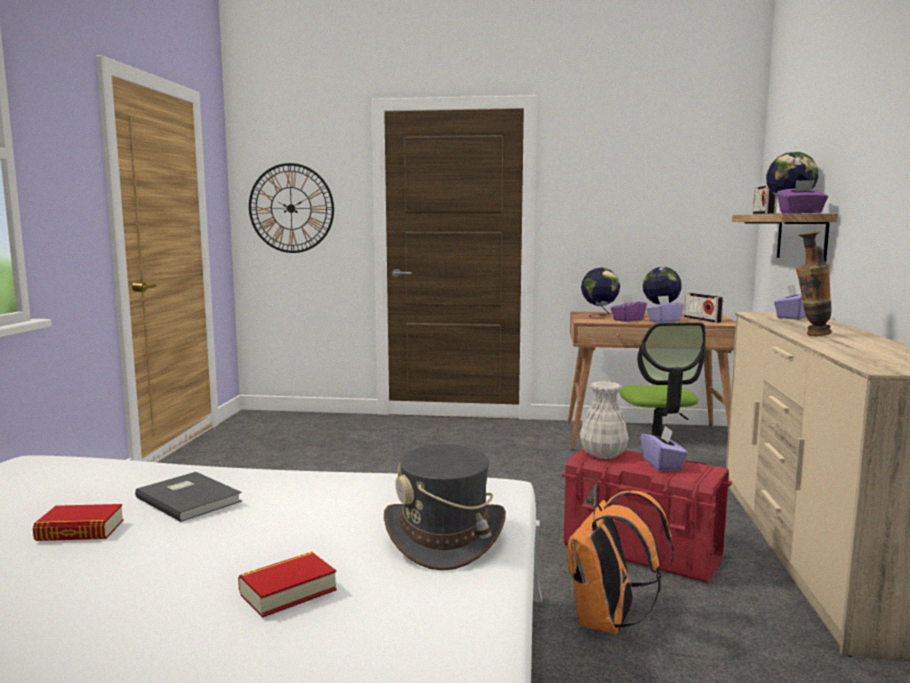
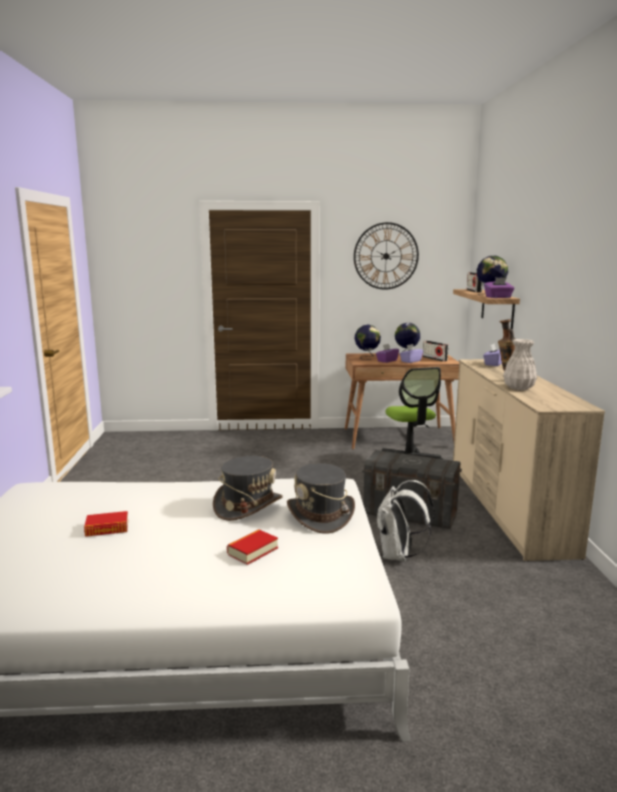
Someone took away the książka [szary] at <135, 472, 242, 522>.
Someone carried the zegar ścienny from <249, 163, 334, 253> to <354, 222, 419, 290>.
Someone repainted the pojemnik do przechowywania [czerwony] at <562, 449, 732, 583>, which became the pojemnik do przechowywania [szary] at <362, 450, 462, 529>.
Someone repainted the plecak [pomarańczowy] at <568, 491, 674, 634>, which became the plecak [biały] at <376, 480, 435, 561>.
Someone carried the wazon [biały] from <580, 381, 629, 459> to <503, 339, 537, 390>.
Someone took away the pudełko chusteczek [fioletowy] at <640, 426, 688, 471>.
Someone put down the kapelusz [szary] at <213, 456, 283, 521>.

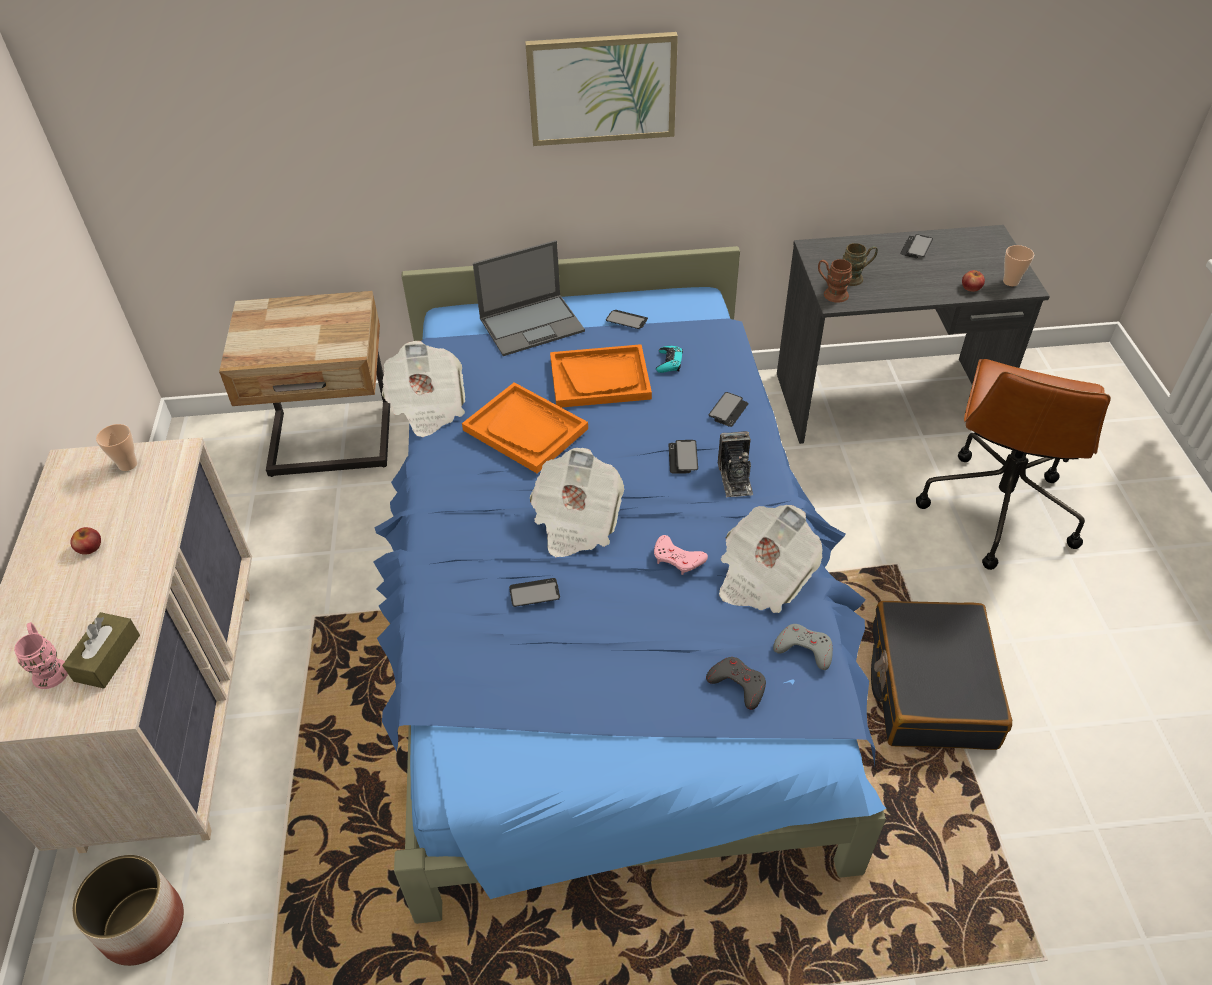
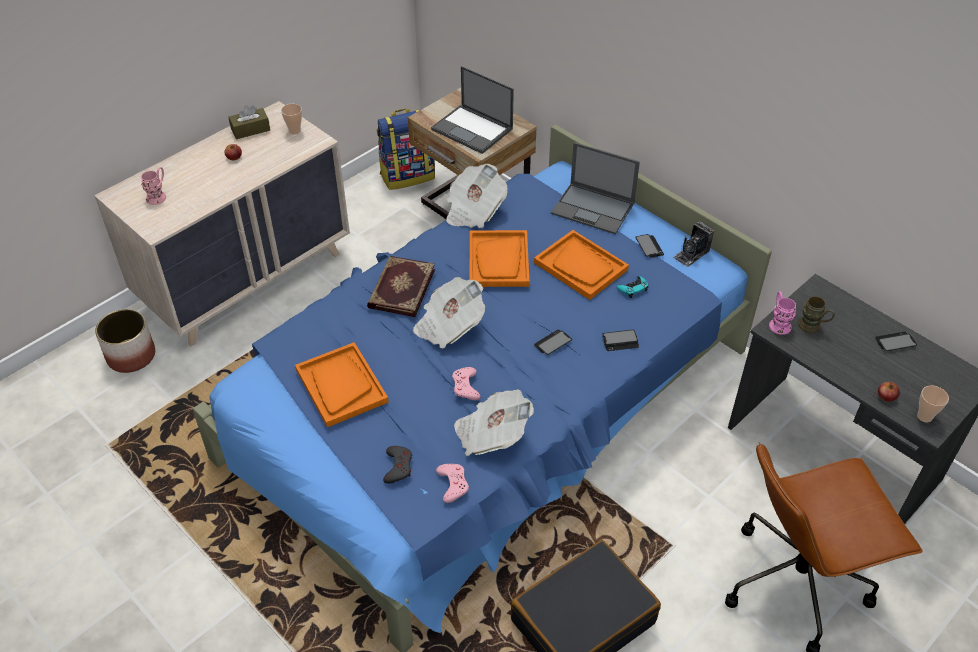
Someone carried the pudełko chusteczek [brązowy] from <62, 612, 140, 689> to <229, 105, 270, 139>.
Someone took away the telefon at <509, 578, 560, 607>.
Someone took away the obraz at <525, 32, 678, 146>.
Someone carried the aparat fotograficzny from <718, 431, 753, 497> to <673, 221, 714, 267>.
Someone repainted the pad do gier [szary] at <773, 624, 833, 670>, which became the pad do gier [różowy] at <436, 464, 469, 503>.
Someone repainted the kubek [brązowy] at <818, 259, 852, 303>, which became the kubek [różowy] at <769, 291, 796, 335>.
Someone put down the taca [pomarańczowy] at <295, 342, 389, 427>.
Someone put down the książka at <367, 256, 435, 317>.
Someone put down the plecak at <377, 109, 435, 190>.
Someone put down the laptop at <431, 66, 514, 154>.

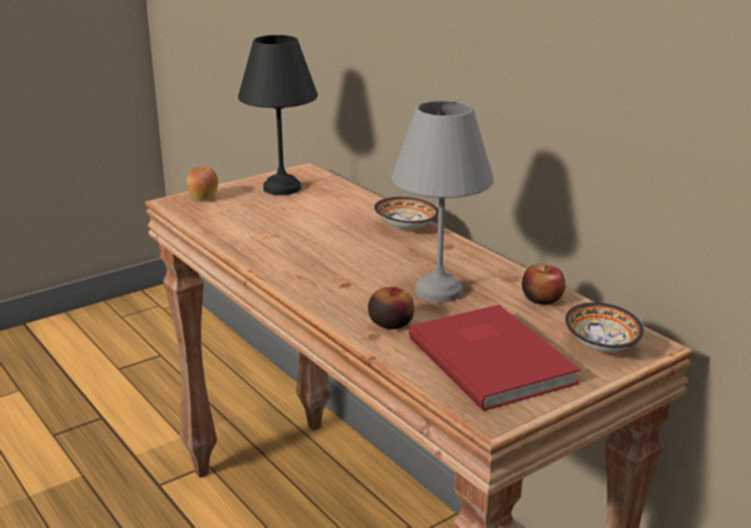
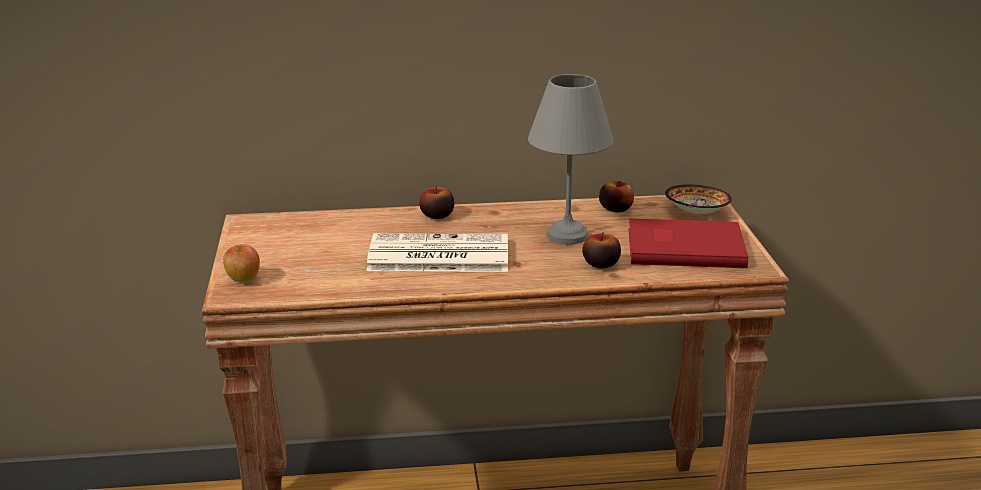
Someone took away the lampa stołowa [czarny] at <238, 35, 318, 195>.
Someone swapped the miska at <374, 197, 438, 229> for the jabłko at <420, 186, 454, 219>.
Someone put down the gazeta at <367, 233, 508, 272>.

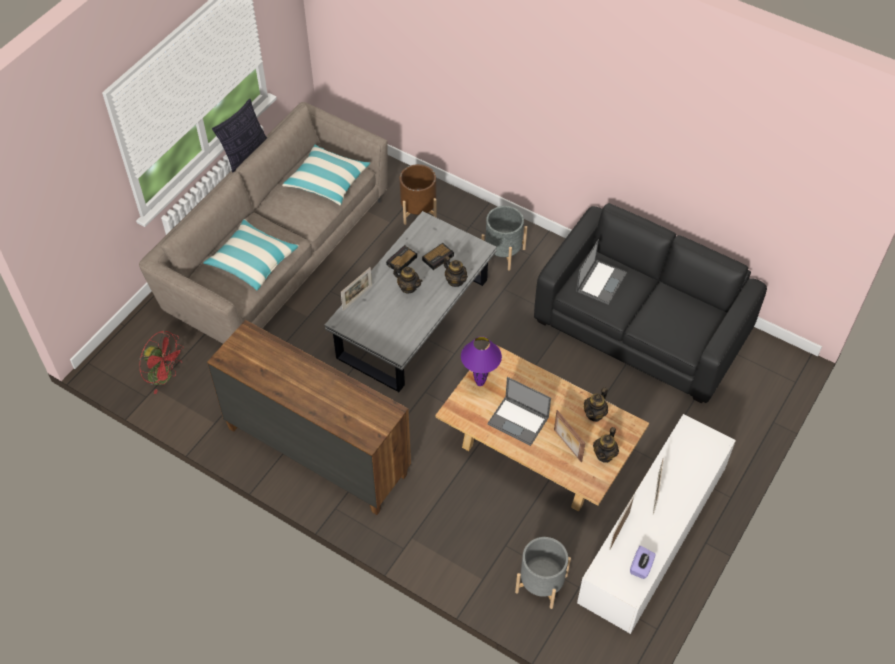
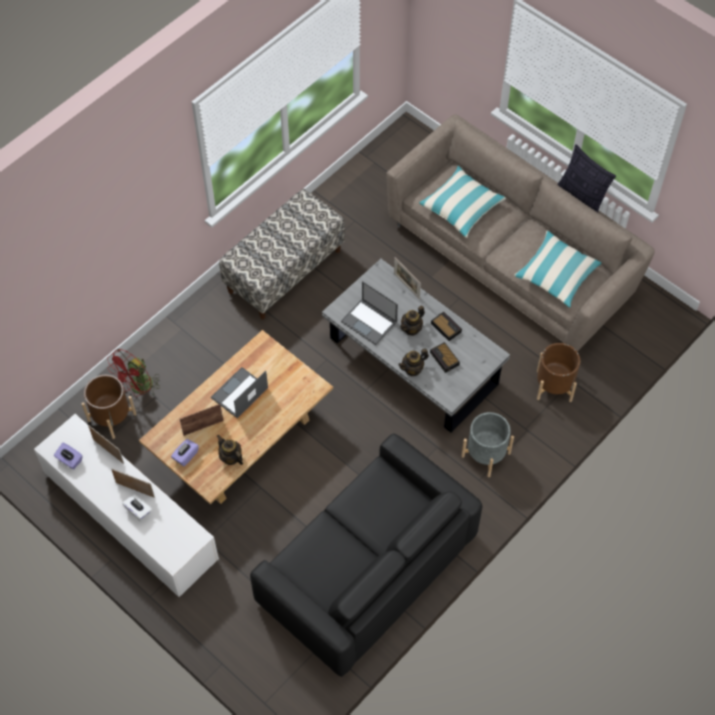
Someone carried the wentylator [czerwony] from <139, 330, 184, 394> to <107, 349, 160, 397>.
Someone swapped the komoda [brązowy] at <207, 320, 411, 515> for the ławka at <219, 189, 345, 320>.
Someone took away the lampa stołowa [fioletowy] at <461, 336, 502, 386>.
Someone repainted the donica [szary] at <515, 537, 571, 609>, which became the donica [brązowy] at <82, 375, 136, 439>.
Someone carried the laptop from <576, 239, 627, 305> to <341, 281, 398, 345>.
Someone swapped the imbryk at <593, 427, 619, 463> for the pudełko chusteczek [fioletowy] at <171, 439, 199, 466>.
Someone put down the pudełko chusteczek [biały] at <122, 494, 152, 522>.

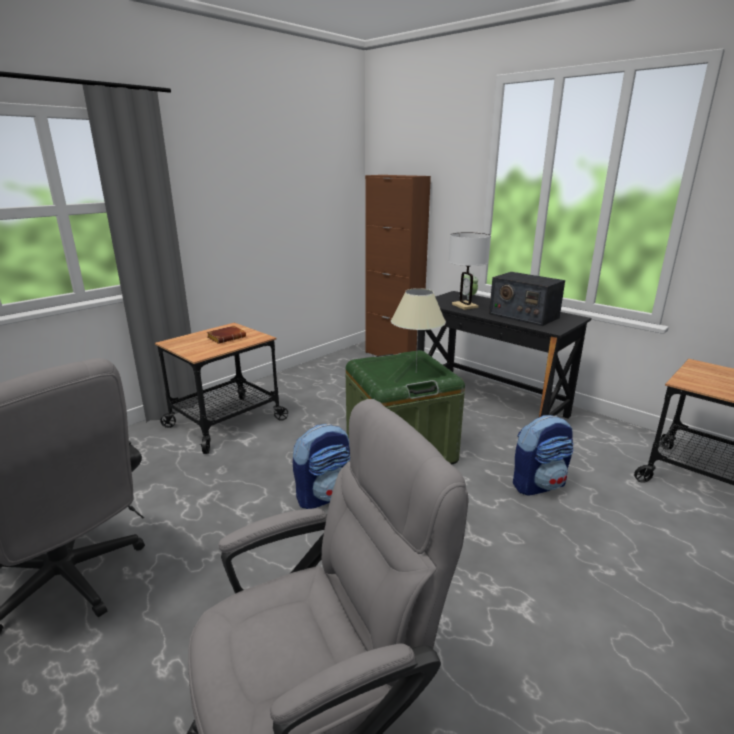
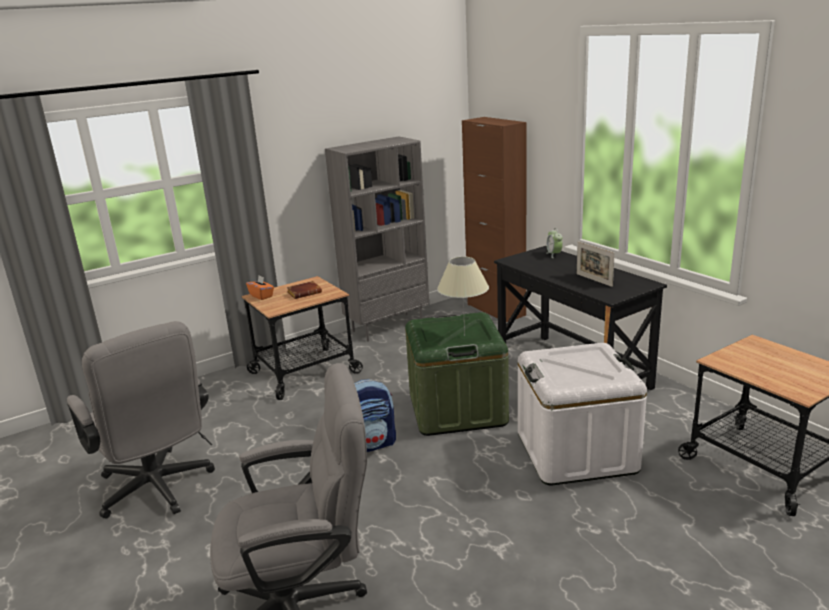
Someone took away the lampa stołowa [biały] at <449, 232, 491, 310>.
Someone swapped the radio at <489, 272, 565, 326> for the ramka na zdjęcie at <577, 242, 615, 287>.
Someone swapped the plecak at <513, 415, 574, 496> for the pojemnik do przechowywania [biały] at <518, 343, 647, 486>.
Someone put down the pudełko chusteczek [pomarańczowy] at <246, 276, 274, 300>.
Someone put down the regał [szary] at <325, 136, 429, 342>.

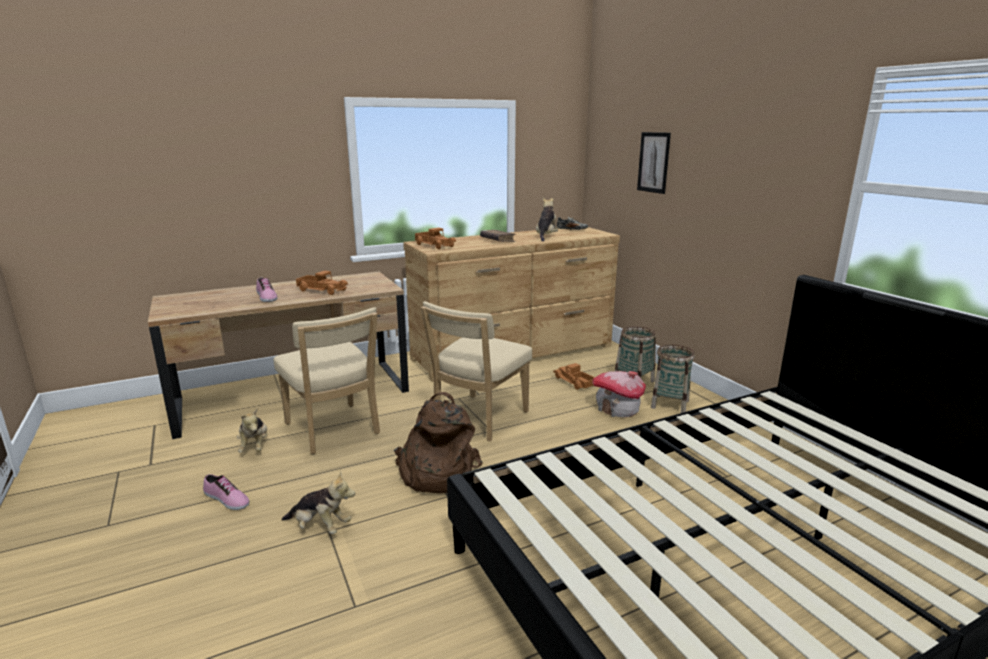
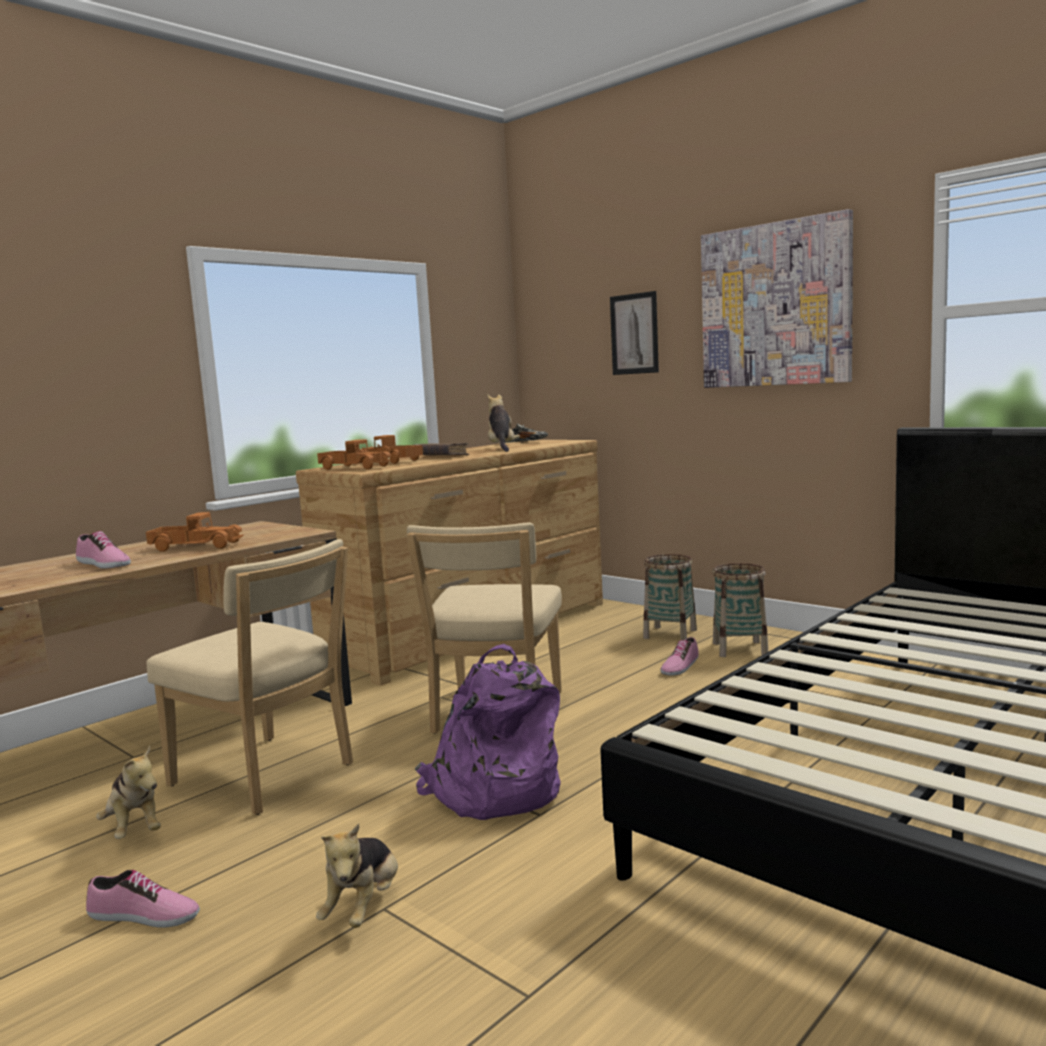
Someone rotated the pluszak at <282, 471, 355, 534> by 105 degrees clockwise.
Someone repainted the plecak [brązowy] at <394, 392, 483, 493>, which became the plecak [fioletowy] at <415, 644, 561, 820>.
Someone carried the ciężarówka zabawkowa from <553, 363, 595, 390> to <360, 435, 423, 464>.
Someone swapped the domek at <592, 371, 646, 417> for the but at <661, 637, 699, 676>.
Someone put up the obraz at <701, 209, 853, 388>.

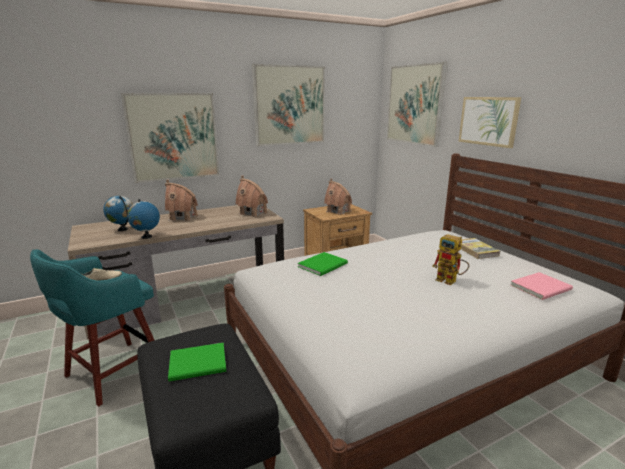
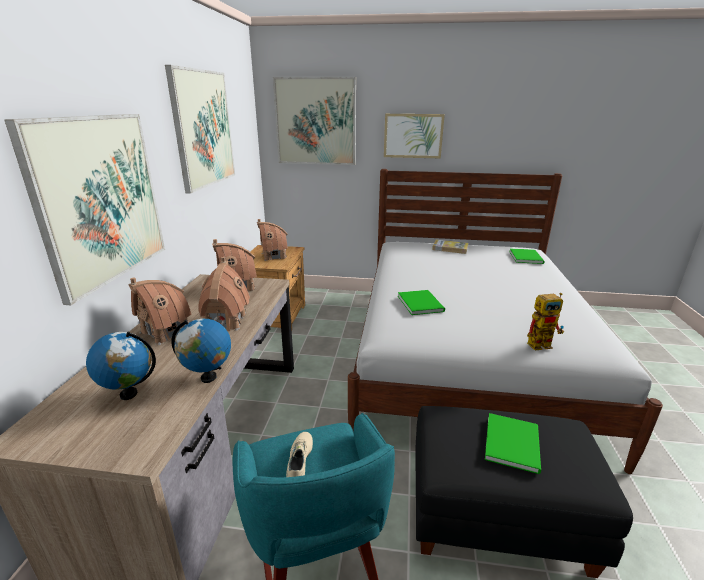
Someone carried the robot zabawkowy from <432, 234, 469, 285> to <527, 293, 564, 350>.
Someone repainted the książka [różowy] at <511, 272, 573, 300>, which became the książka [zielony] at <509, 249, 545, 264>.
Someone put down the domek at <198, 257, 250, 331>.

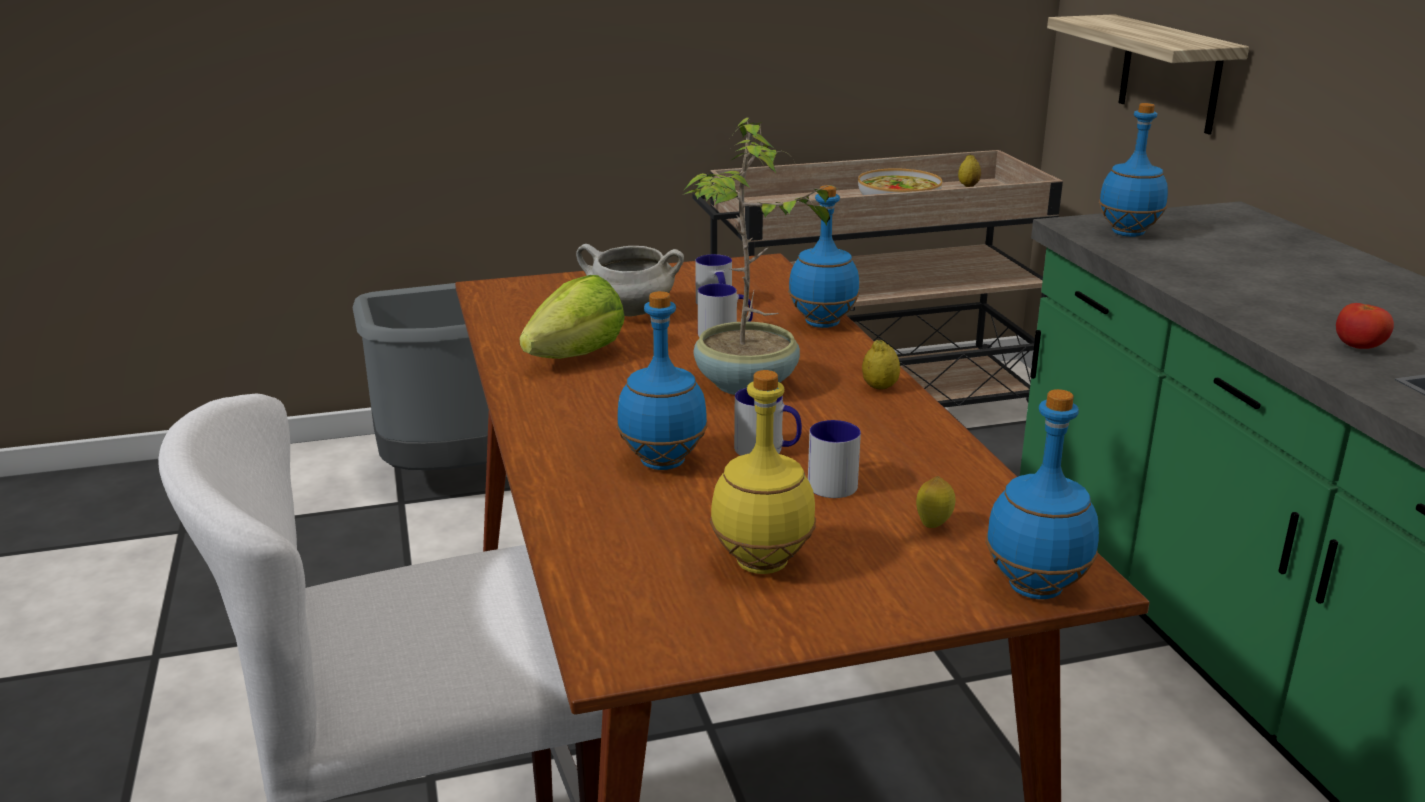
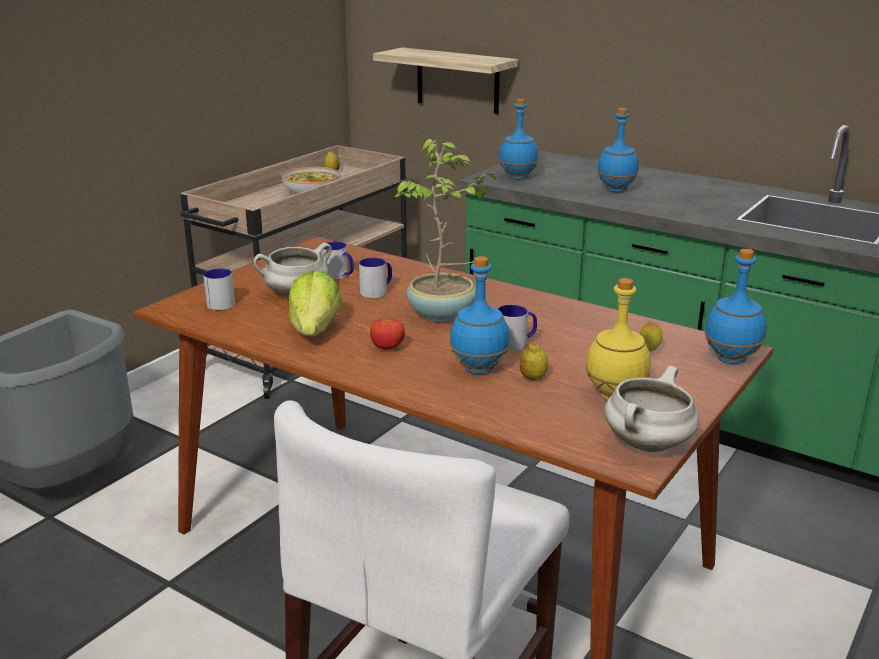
Someone carried the butelka [niebieski] from <788, 185, 859, 328> to <597, 108, 639, 192>.
Someone carried the kubek from <808, 420, 861, 498> to <203, 268, 235, 310>.
Someone carried the cytryna from <862, 340, 900, 390> to <520, 343, 548, 380>.
Someone carried the pomidor from <1336, 303, 1394, 349> to <370, 319, 405, 349>.
Someone put down the garnek [biały] at <605, 366, 699, 452>.

